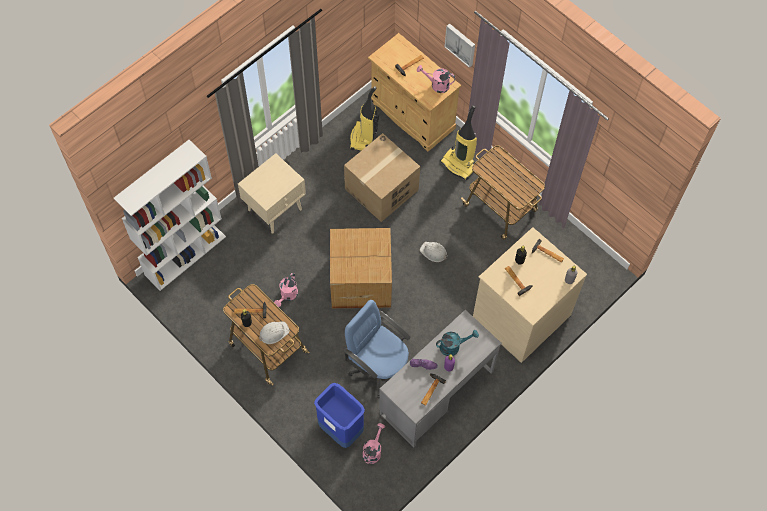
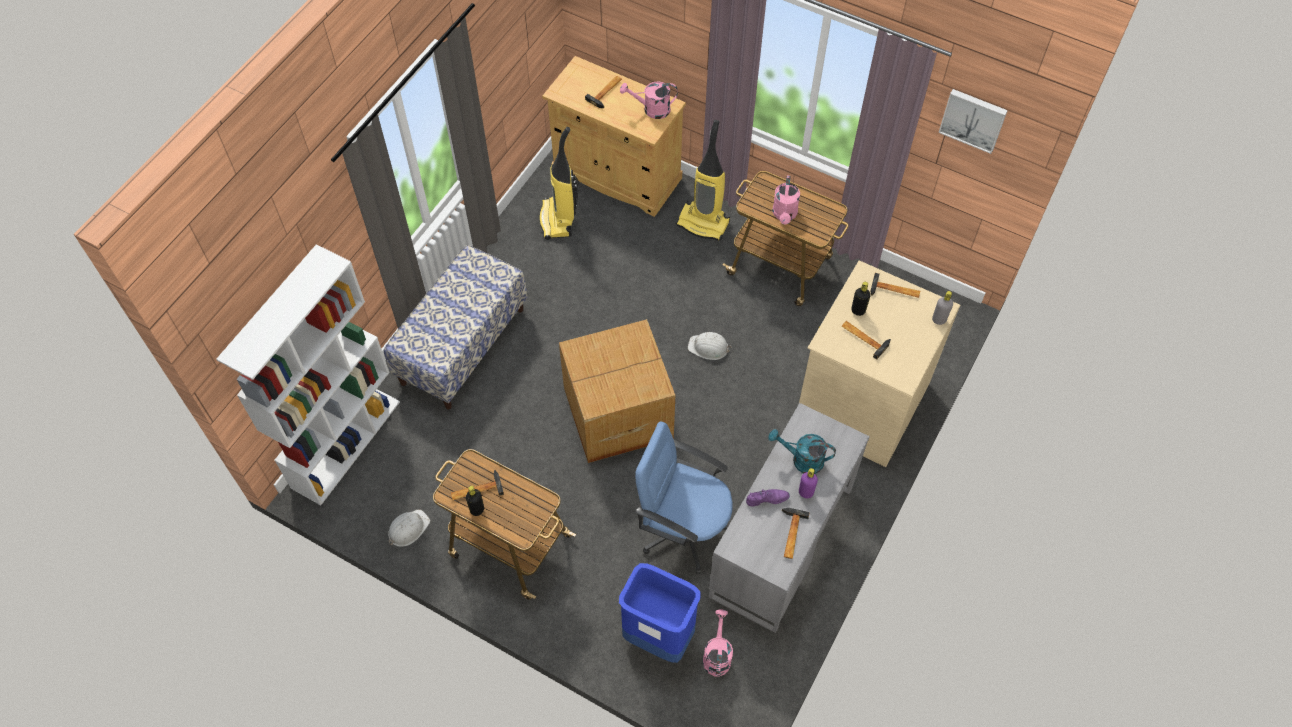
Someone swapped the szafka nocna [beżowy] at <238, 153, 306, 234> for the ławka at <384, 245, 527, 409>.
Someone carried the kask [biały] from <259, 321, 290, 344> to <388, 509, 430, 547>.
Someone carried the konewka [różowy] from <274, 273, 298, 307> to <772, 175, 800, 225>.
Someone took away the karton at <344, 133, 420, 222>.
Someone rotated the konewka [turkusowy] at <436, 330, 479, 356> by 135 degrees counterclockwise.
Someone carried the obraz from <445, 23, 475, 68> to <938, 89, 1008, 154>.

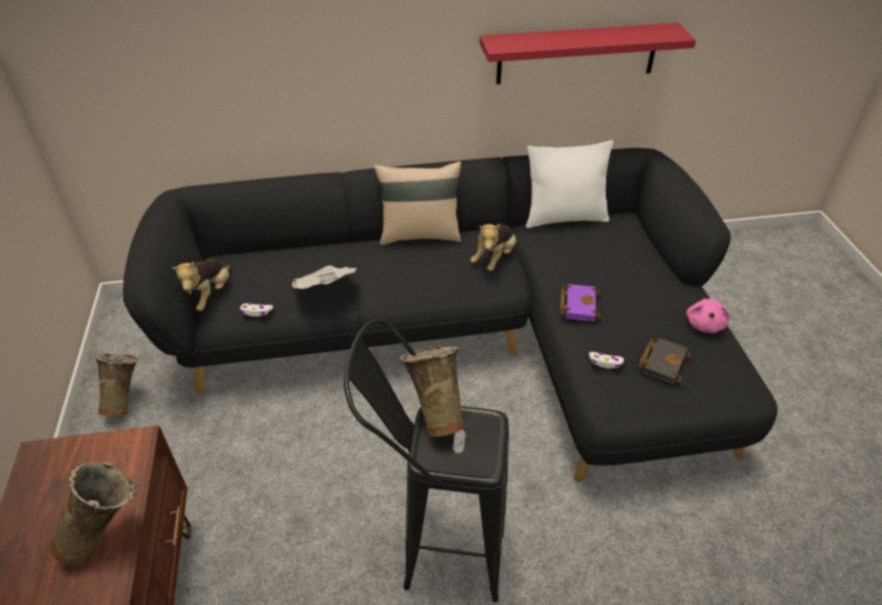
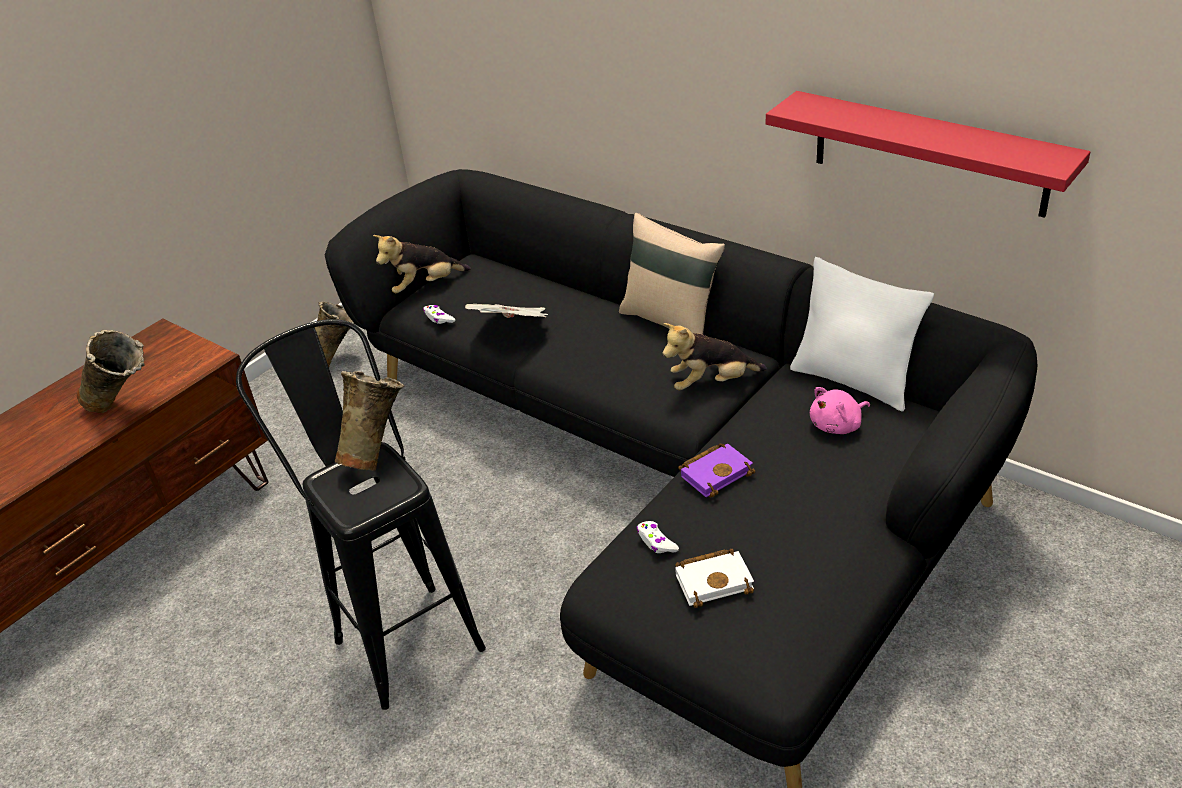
Someone repainted the książka [czarny] at <638, 338, 692, 384>, which became the książka [biały] at <675, 549, 754, 608>.
Someone carried the pluszak [różowy] from <686, 298, 729, 333> to <810, 387, 870, 434>.

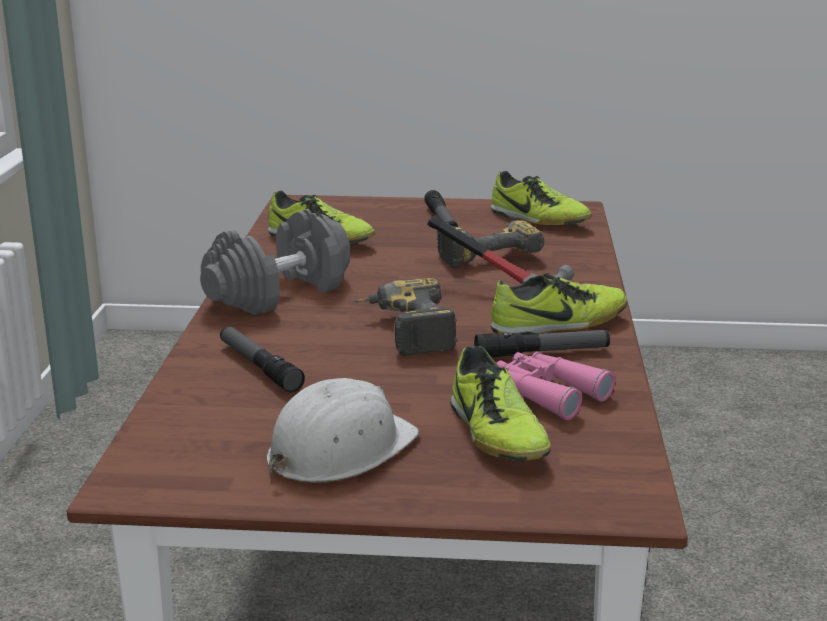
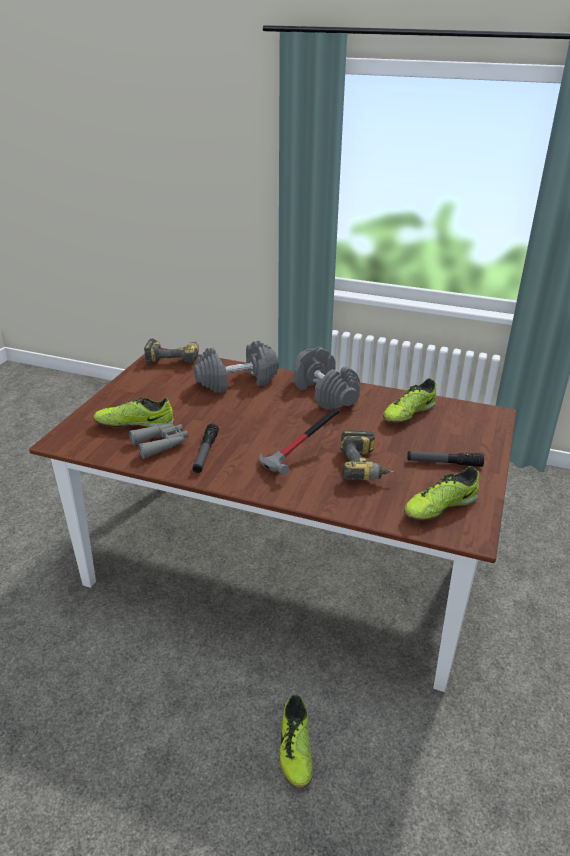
Someone swapped the latarka at <220, 326, 305, 393> for the hantel [szary] at <194, 340, 279, 393>.
Someone took away the kask [biały] at <267, 378, 419, 482>.
Someone carried the wiertarka from <352, 278, 457, 355> to <144, 339, 199, 364>.
Someone carried the but from <491, 273, 627, 335> to <279, 695, 313, 787>.
Someone repainted the lornetka [różowy] at <496, 352, 615, 420>, which became the lornetka [szary] at <129, 423, 188, 459>.

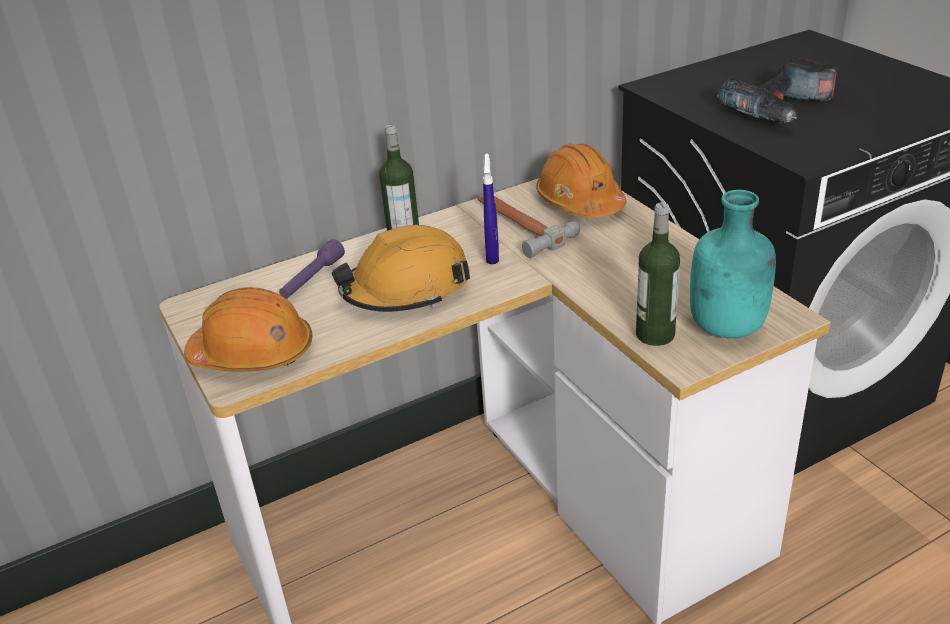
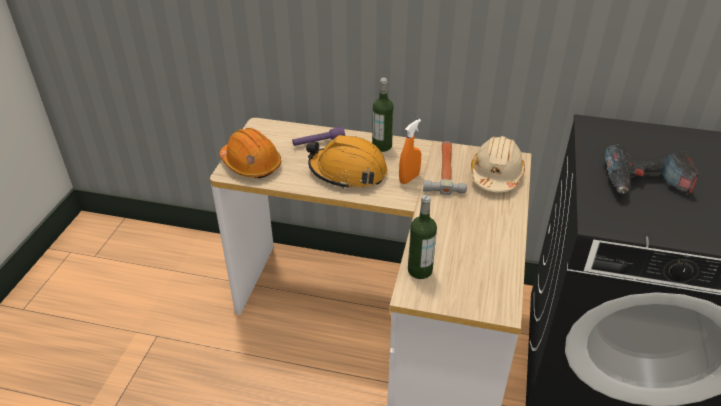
Someone repainted the spryskiwacz [niebieski] at <483, 153, 499, 264>, which became the spryskiwacz [pomarańczowy] at <399, 119, 421, 184>.
Someone repainted the kask [pomarańczowy] at <536, 143, 626, 218>, which became the kask [beżowy] at <471, 136, 525, 192>.
Someone took away the butelka [turkusowy] at <690, 190, 776, 338>.

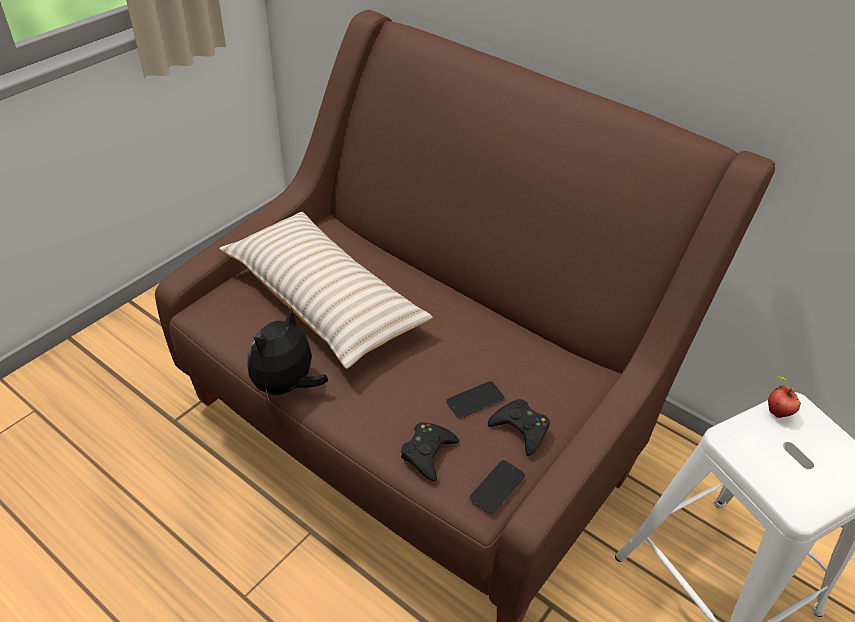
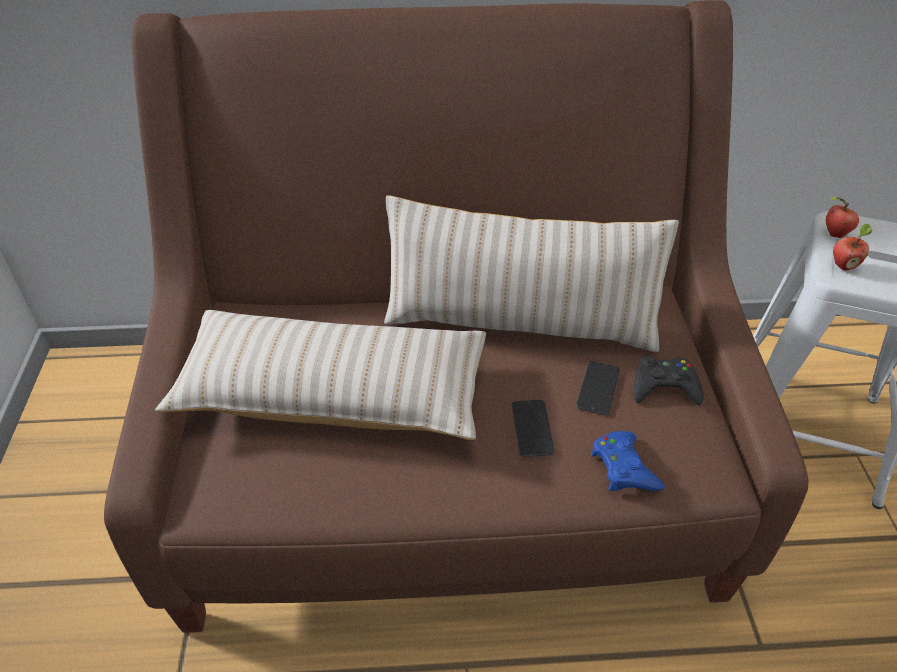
Someone took away the pluszak at <248, 307, 328, 403>.
Someone repainted the pad do gier [czarny] at <401, 422, 459, 481>, which became the pad do gier [niebieski] at <591, 431, 665, 491>.
Someone carried the telefon from <469, 460, 525, 514> to <512, 400, 555, 457>.
Someone put down the poduszka [beżowy] at <384, 195, 679, 352>.
Someone put down the jabłko at <833, 224, 872, 270>.

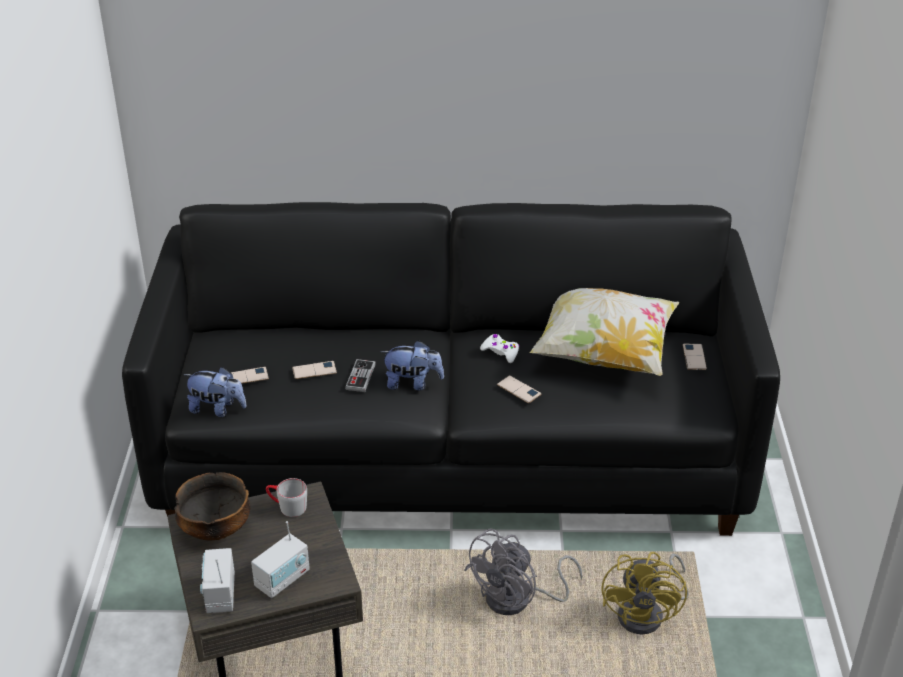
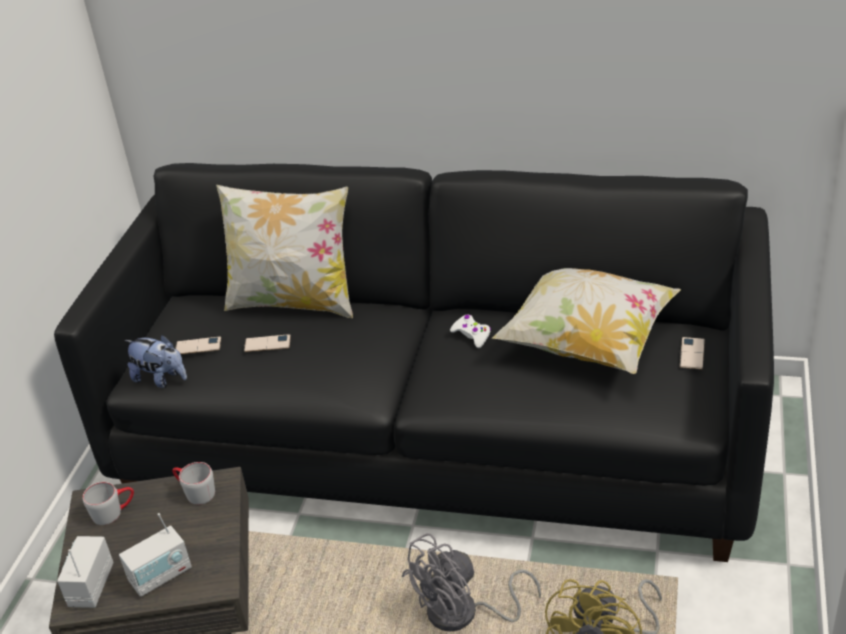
Someone swapped the miska at <174, 472, 251, 541> for the kubek [szary] at <83, 482, 134, 525>.
Someone took away the pad do gier at <345, 359, 376, 392>.
Someone took away the pluszak at <380, 340, 444, 390>.
Someone took away the telefon at <497, 375, 542, 403>.
Someone put down the poduszka at <216, 185, 353, 318>.

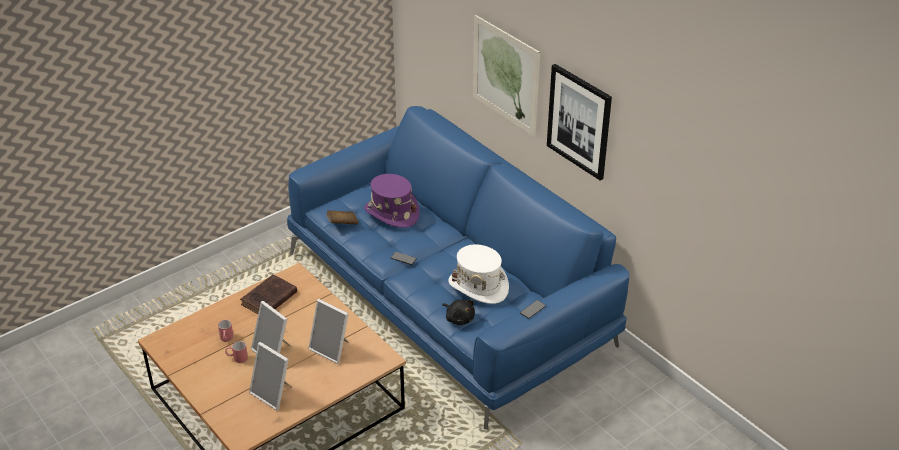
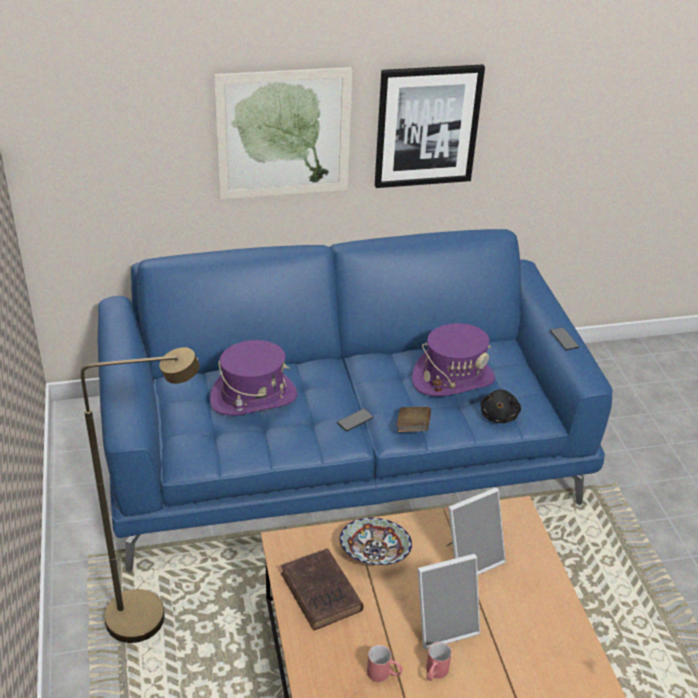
Someone took away the ramka na zdjęcie at <249, 342, 292, 410>.
Someone carried the książka [brązowy] from <326, 210, 359, 225> to <396, 407, 431, 432>.
Someone rotated the pluszak [czarny] at <442, 299, 475, 325> by 120 degrees clockwise.
Someone repainted the kapelusz [biały] at <448, 244, 509, 304>, which became the kapelusz [fioletowy] at <412, 323, 495, 396>.
Someone put down the lampa stojąca [brązowy] at <81, 347, 200, 643>.
Someone put down the miska at <340, 518, 412, 565>.

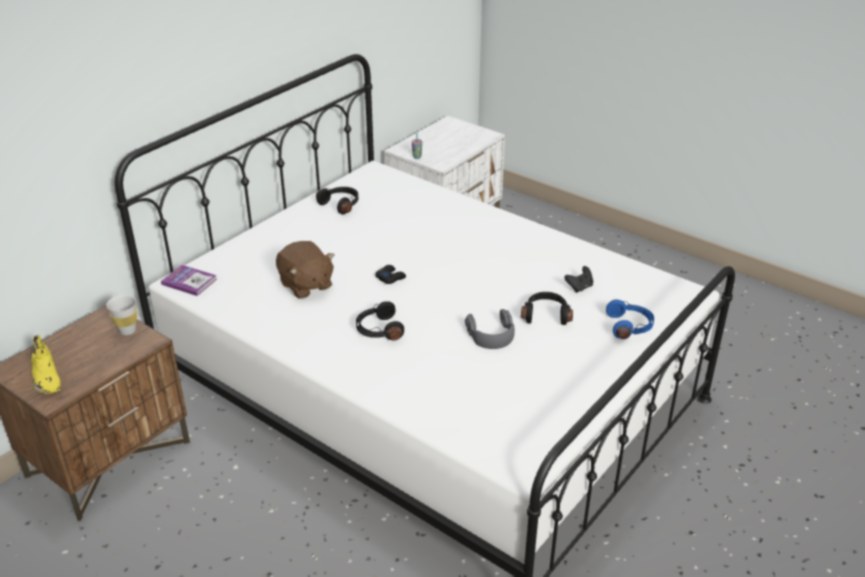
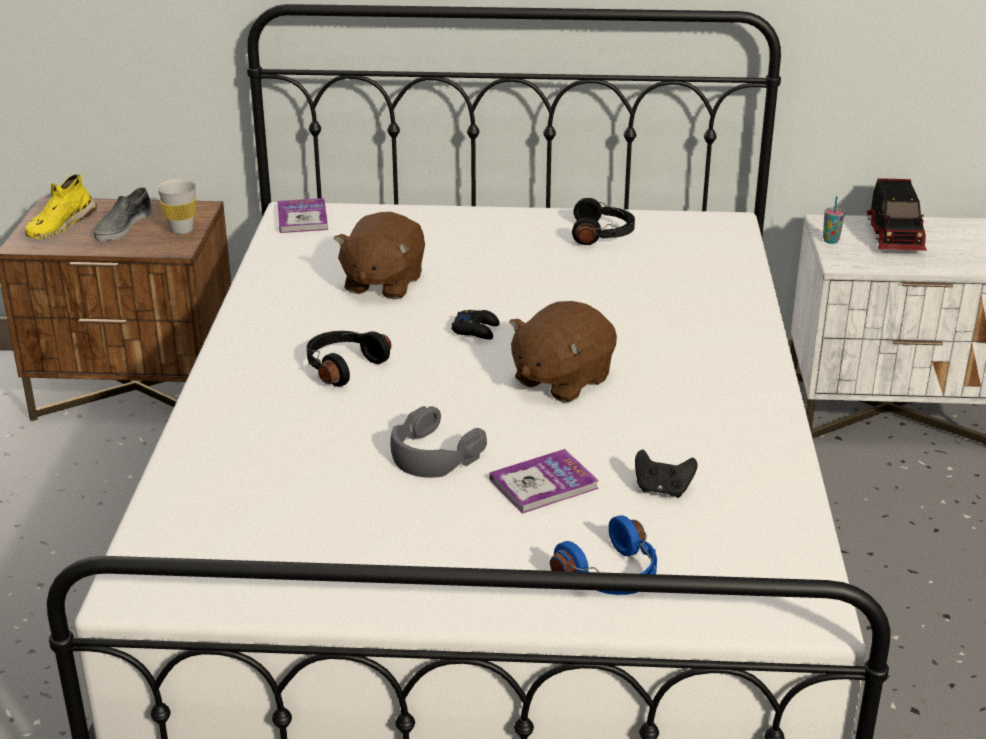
Someone swapped the słuchawki [czarny] at <521, 292, 573, 325> for the książka at <489, 449, 599, 514>.
Someone put down the but [szary] at <93, 187, 152, 241>.
Someone put down the pluszak [brązowy] at <509, 301, 617, 402>.
Someone put down the ciężarówka zabawkowa at <867, 178, 927, 251>.

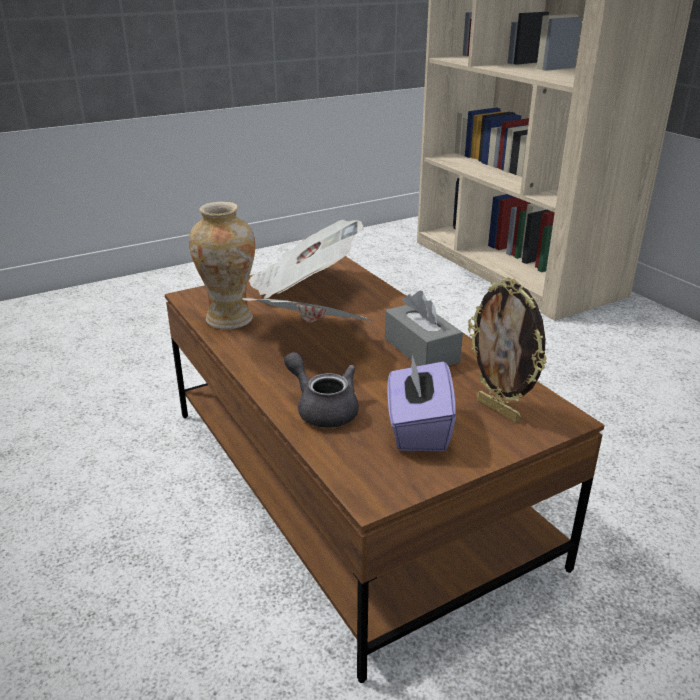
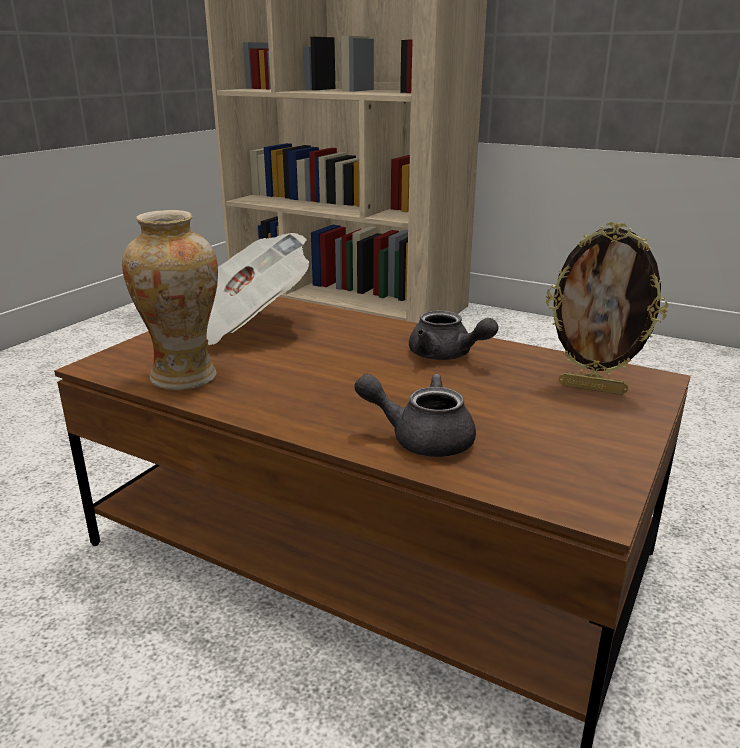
Someone took away the gazeta at <242, 298, 372, 323>.
Someone swapped the pudełko chusteczek [szary] at <385, 290, 463, 366> for the imbryk [szary] at <409, 310, 498, 360>.
Someone took away the pudełko chusteczek [fioletowy] at <388, 355, 456, 451>.

